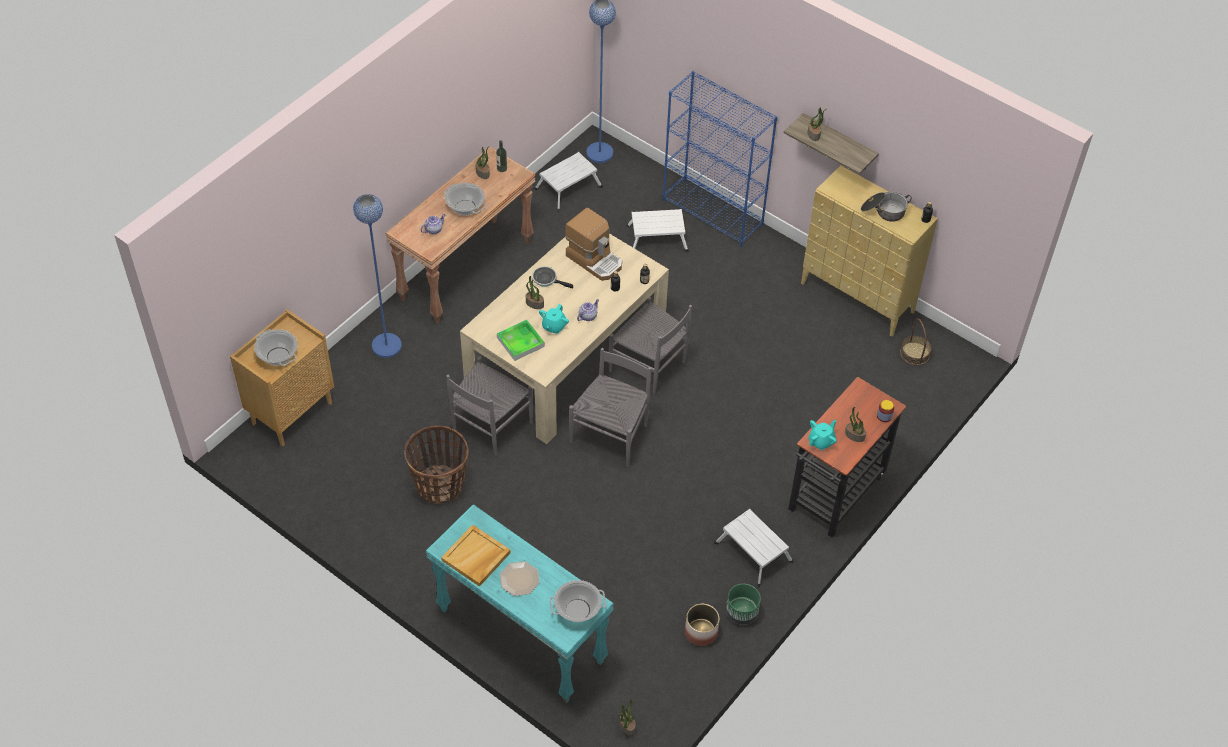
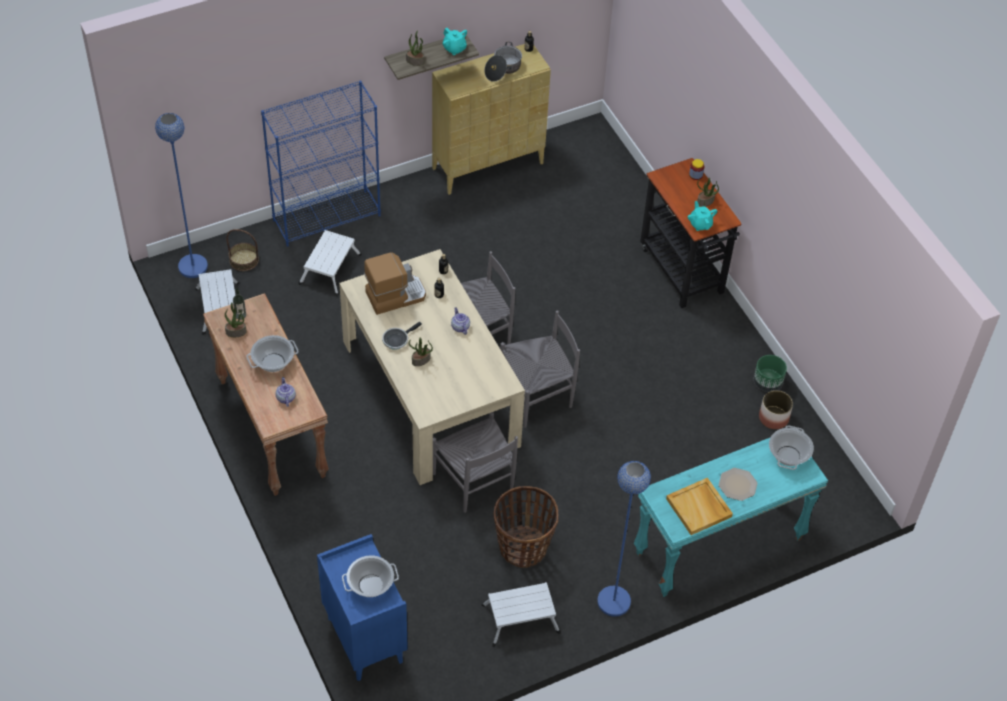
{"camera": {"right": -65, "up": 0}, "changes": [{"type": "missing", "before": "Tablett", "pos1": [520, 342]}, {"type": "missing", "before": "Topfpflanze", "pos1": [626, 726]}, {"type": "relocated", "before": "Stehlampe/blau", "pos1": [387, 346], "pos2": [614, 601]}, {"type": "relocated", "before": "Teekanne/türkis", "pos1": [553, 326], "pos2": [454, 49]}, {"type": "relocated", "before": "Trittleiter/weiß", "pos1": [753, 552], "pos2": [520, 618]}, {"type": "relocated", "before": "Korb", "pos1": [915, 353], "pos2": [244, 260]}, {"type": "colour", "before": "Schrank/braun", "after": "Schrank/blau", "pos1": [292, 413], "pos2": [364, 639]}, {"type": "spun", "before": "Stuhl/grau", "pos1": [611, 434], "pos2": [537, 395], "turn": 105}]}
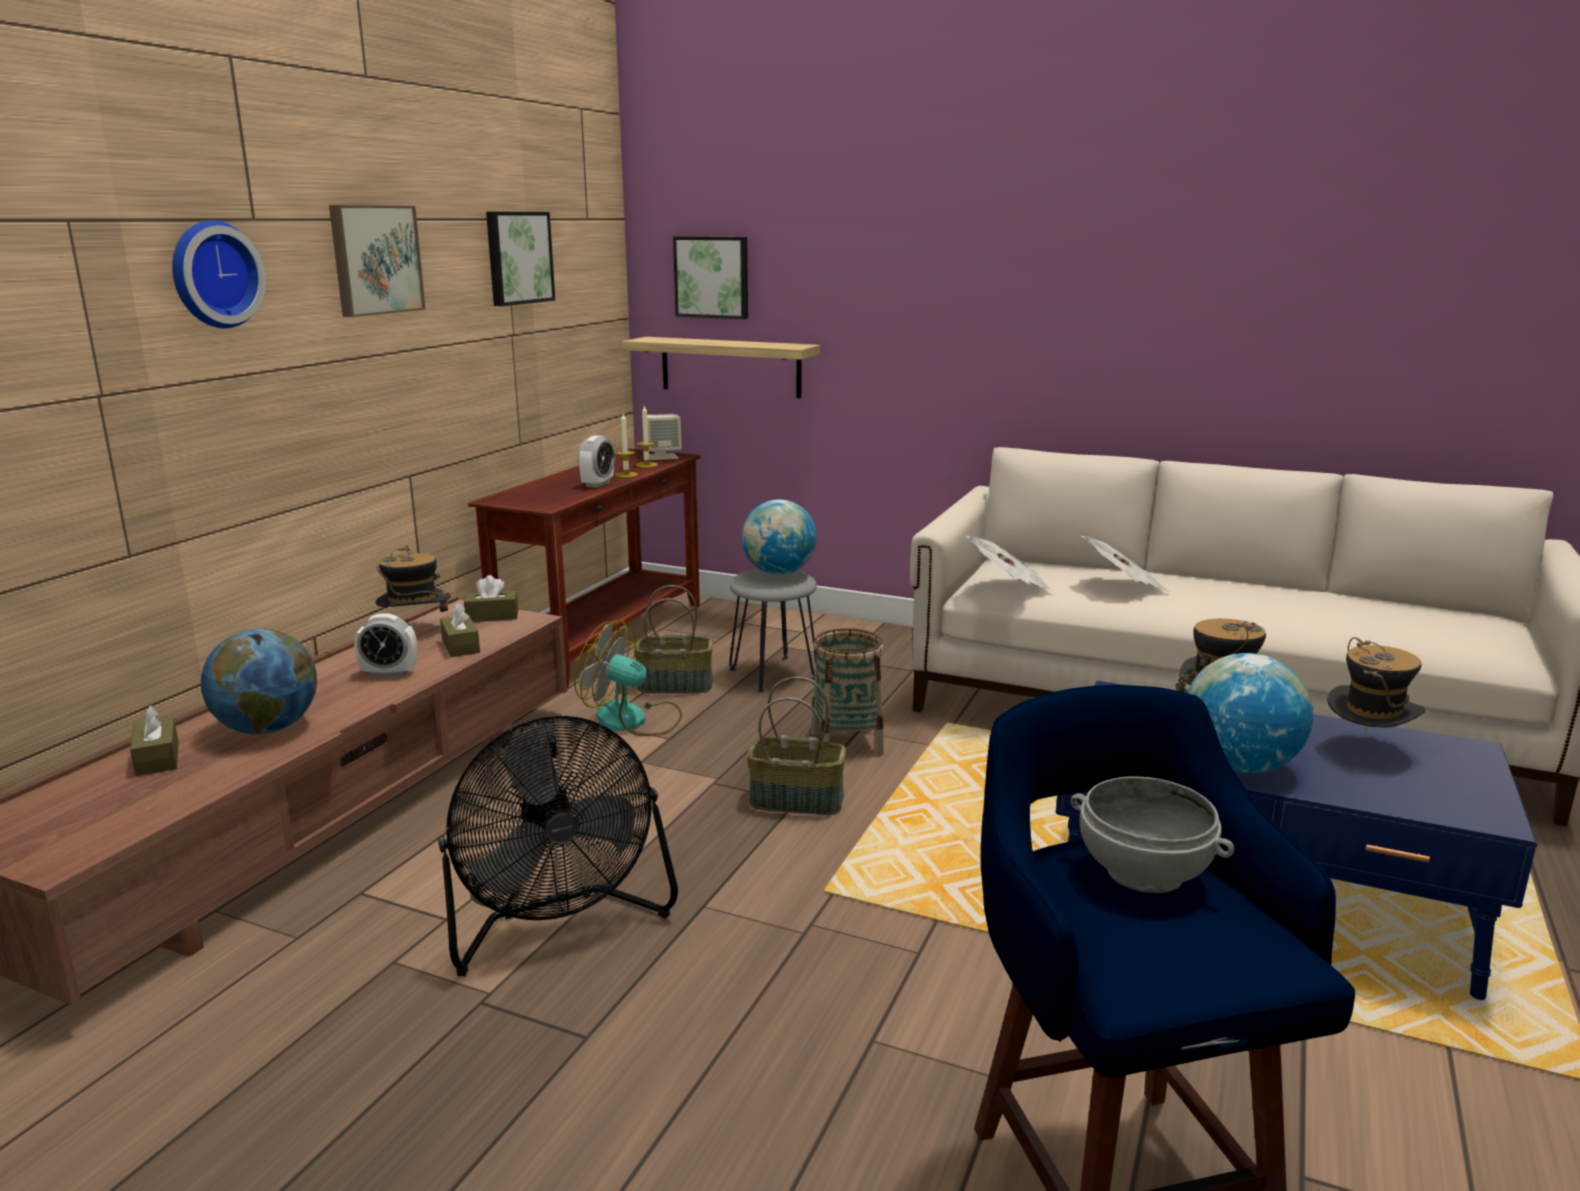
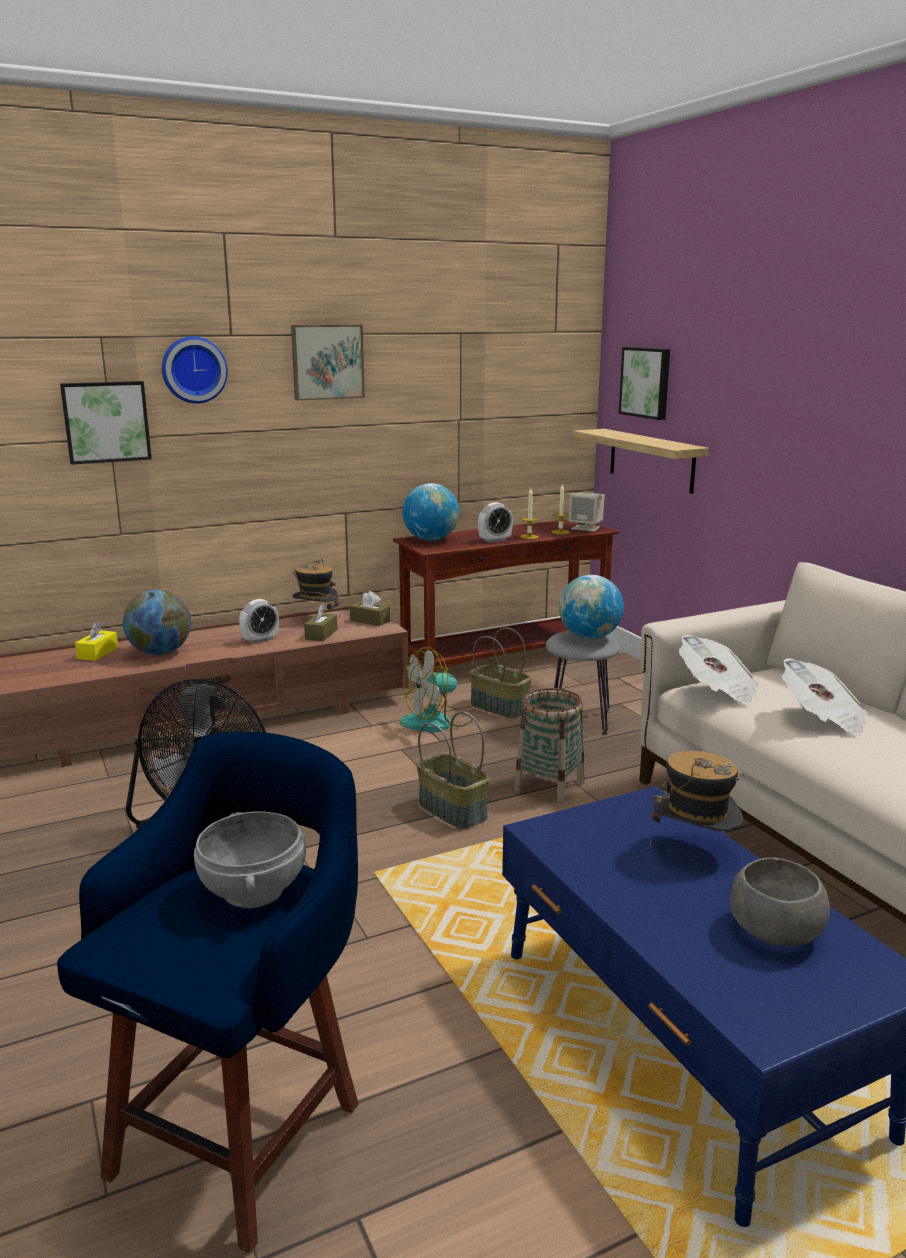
{"camera": {"right": 40, "up": 0}, "changes": [{"type": "relocated", "before": "Bild", "pos1": [517, 257], "pos2": [106, 421]}, {"type": "relocated", "before": "Globus", "pos1": [1239, 766], "pos2": [431, 540]}, {"type": "exchanged", "before": "Hut", "after": "Schüssel/grau", "pos1": [1367, 751], "pos2": [774, 930]}, {"type": "colour", "before": "Taschentuchbox/braun", "after": "Taschentuchbox/gelb", "pos1": [157, 758], "pos2": [98, 653]}, {"type": "spun", "before": "Wecker", "pos1": [389, 673], "pos2": [260, 640], "turn": -75}, {"type": "spun", "before": "Ventilator", "pos1": [633, 720], "pos2": [437, 722], "turn": -90}]}
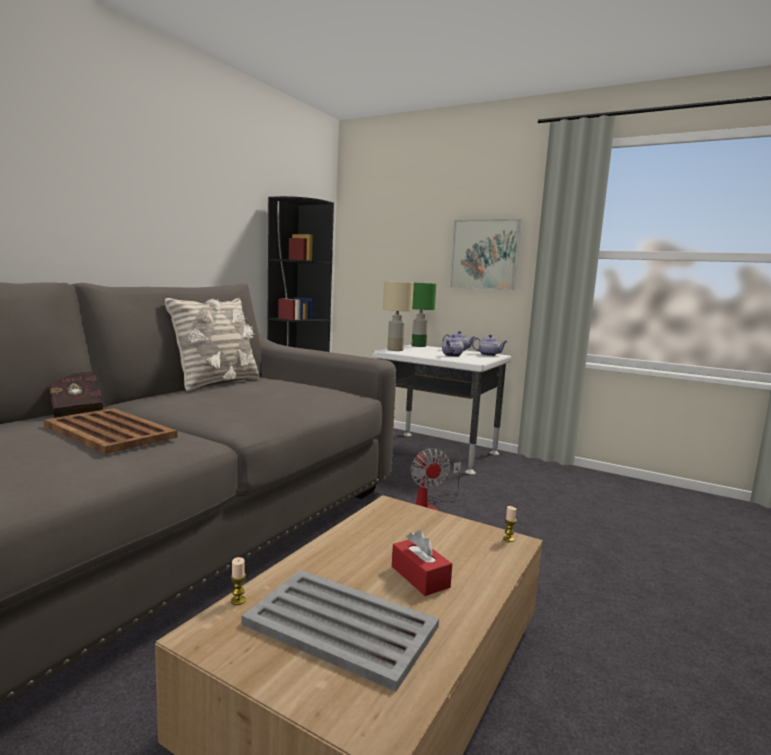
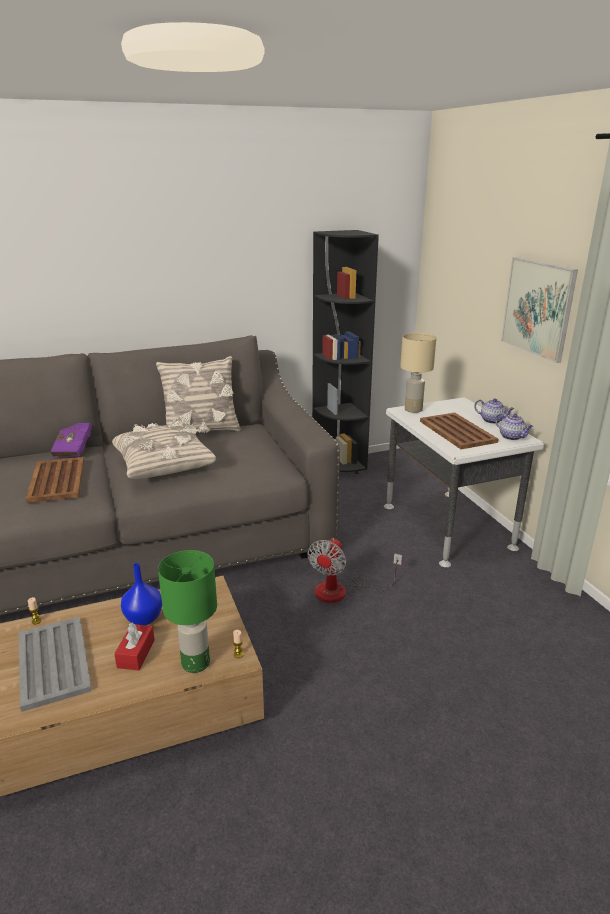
{"camera": {"right": 40, "up": 15}, "changes": [{"type": "appeared", "after": "Kissen/beige", "pos2": [164, 466]}, {"type": "appeared", "after": "Vase/blau", "pos2": [144, 618]}, {"type": "relocated", "before": "Tischlampe/grün", "pos1": [418, 346], "pos2": [195, 663]}, {"type": "exchanged", "before": "Teekanne", "after": "Tablett/braun", "pos1": [452, 355], "pos2": [457, 432]}, {"type": "colour", "before": "Buch/rot", "after": "Buch/lila", "pos1": [76, 409], "pos2": [75, 449]}]}
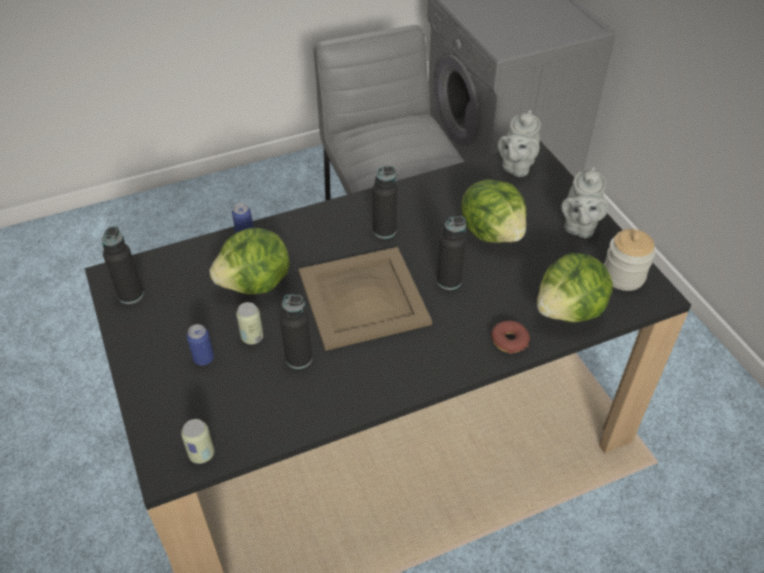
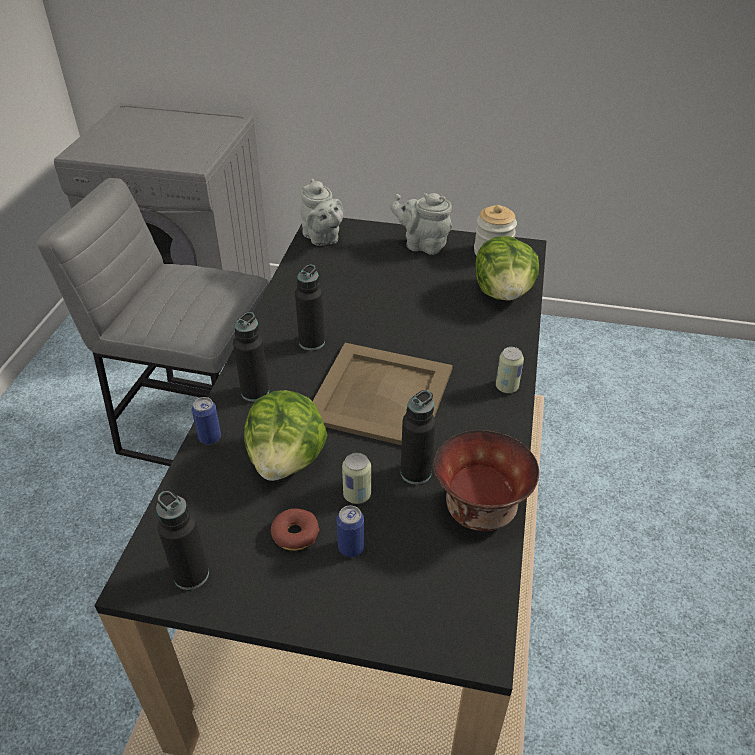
{"camera": {"right": -55, "up": -5}, "changes": [{"type": "missing", "before": "Salatkopf", "pos1": [493, 232]}, {"type": "appeared", "after": "Schüssel", "pos2": [479, 510]}, {"type": "relocated", "before": "Dose", "pos1": [201, 454], "pos2": [506, 387]}, {"type": "relocated", "before": "Flasche/schwarz", "pos1": [449, 281], "pos2": [255, 392]}, {"type": "relocated", "before": "Donut", "pos1": [509, 341], "pos2": [295, 534]}, {"type": "spun", "before": "Teekanne/grau", "pos1": [579, 226], "pos2": [422, 245], "turn": 150}]}
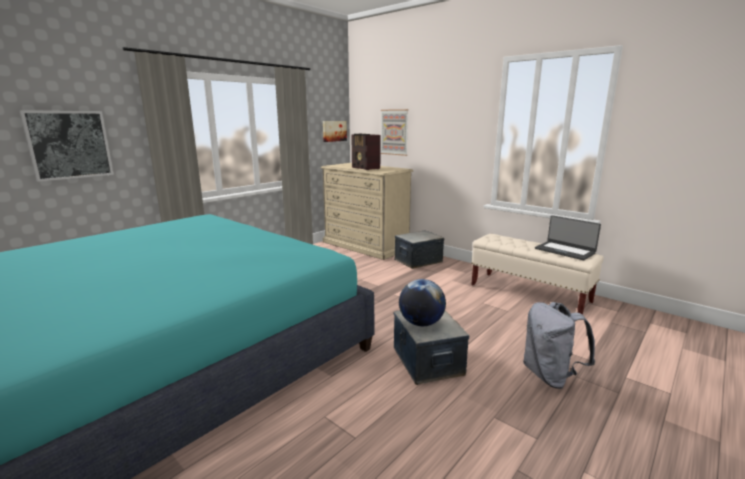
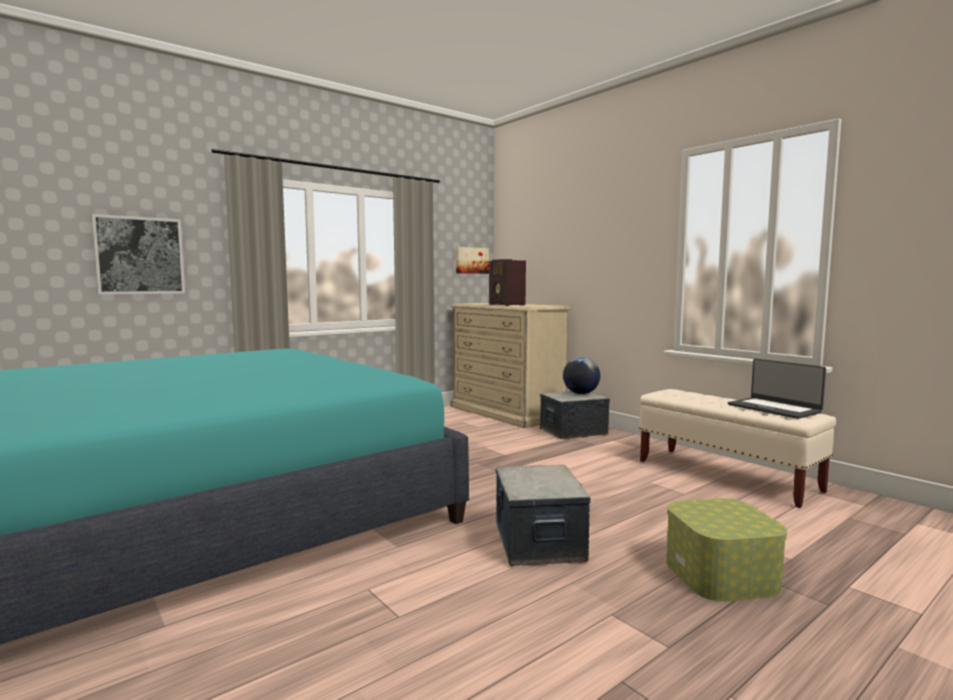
{"camera": {"right": 10, "up": -10}, "changes": [{"type": "missing", "before": "Bild", "pos1": [394, 132]}, {"type": "relocated", "before": "Globus", "pos1": [421, 323], "pos2": [581, 393]}, {"type": "exchanged", "before": "Rucksack/grau", "after": "Aufbewahrungsbox", "pos1": [550, 376], "pos2": [721, 574]}]}
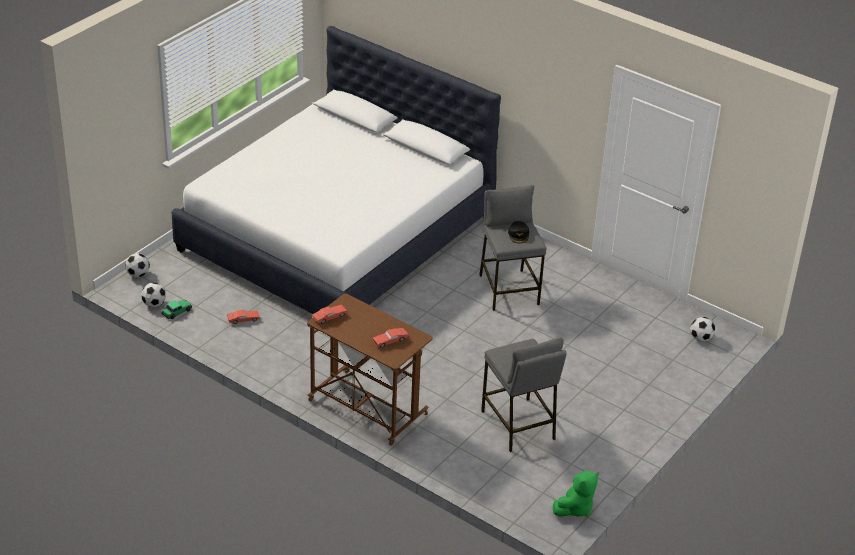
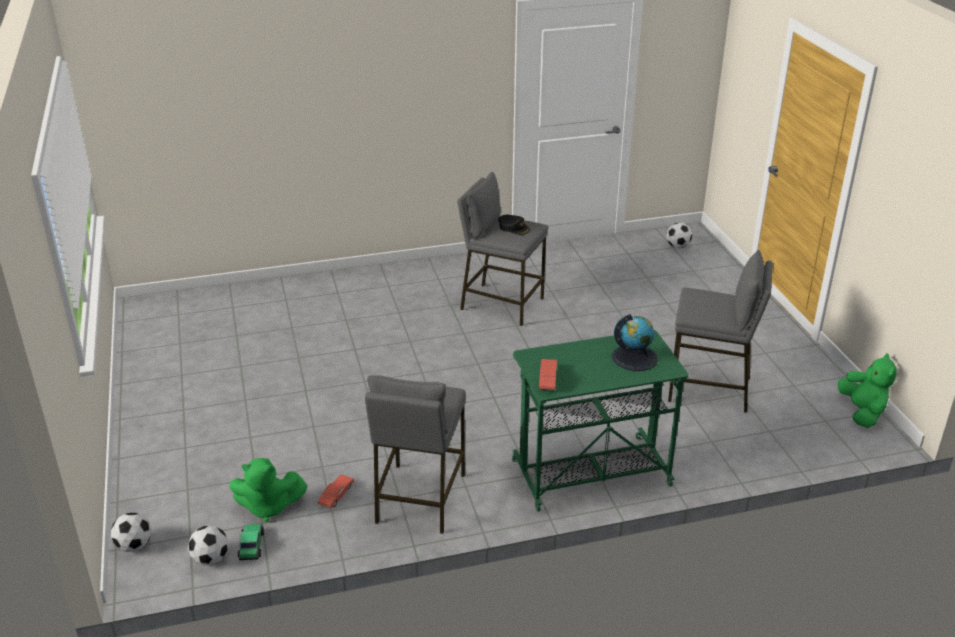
{"camera": {"right": -50, "up": -5}, "changes": [{"type": "missing", "before": "Bett/weiß", "pos1": [337, 233]}, {"type": "appeared", "after": "Plüschtier/grün", "pos2": [268, 507]}, {"type": "appeared", "after": "Hocker/grau", "pos2": [419, 498]}, {"type": "exchanged", "before": "Spielzeugauto/rot", "after": "Globus", "pos1": [390, 341], "pos2": [634, 357]}, {"type": "colour", "before": "Schreibtisch/braun", "after": "Schreibtisch/grün", "pos1": [367, 407], "pos2": [591, 473]}]}
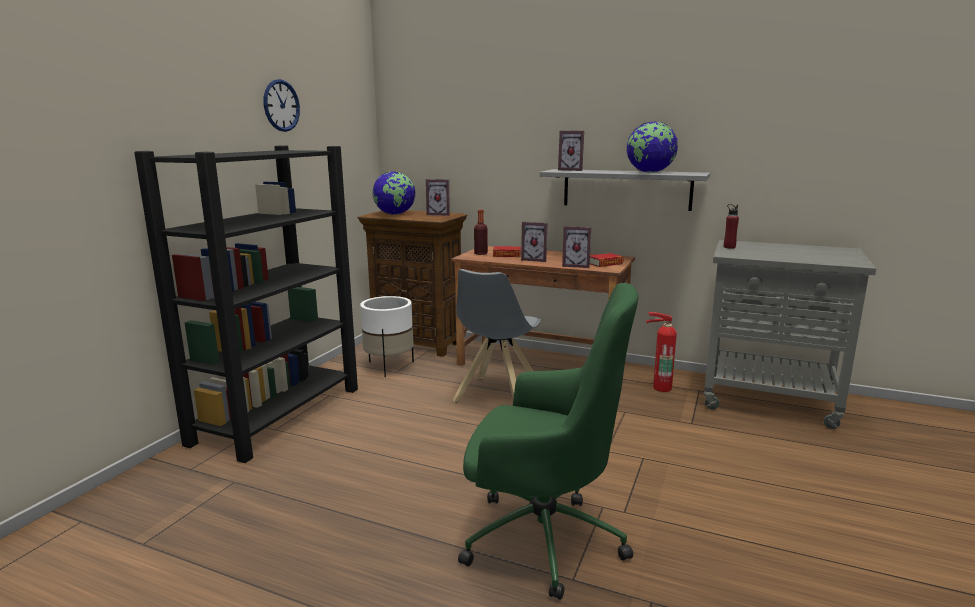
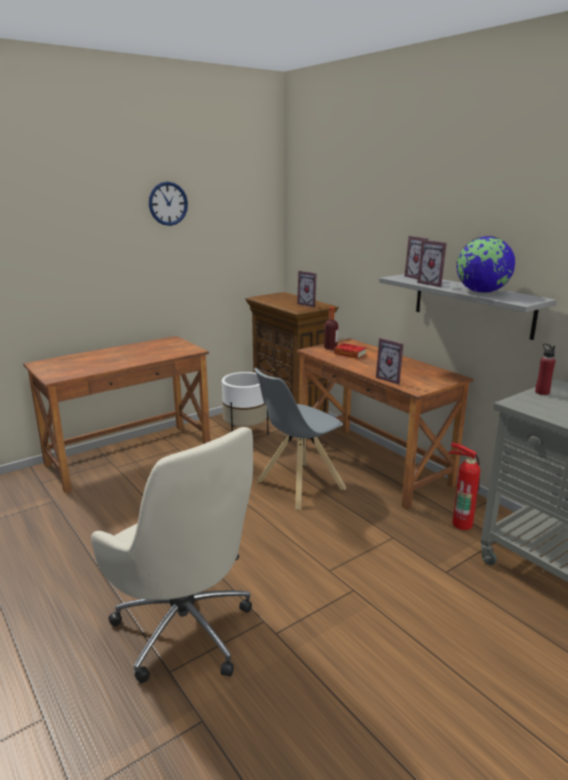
{"camera": {"right": 30, "up": 5}, "changes": [{"type": "missing", "before": "Globus", "pos1": [395, 214]}, {"type": "missing", "before": "Buch", "pos1": [605, 263]}, {"type": "relocated", "before": "Bilderrahmen", "pos1": [535, 259], "pos2": [433, 284]}, {"type": "exchanged", "before": "Bücherregal/schwarz", "after": "Schreibtisch/braun", "pos1": [278, 415], "pos2": [129, 456]}, {"type": "colour", "before": "Bürostuhl/grün", "after": "Bürostuhl/beige", "pos1": [544, 541], "pos2": [185, 630]}]}
